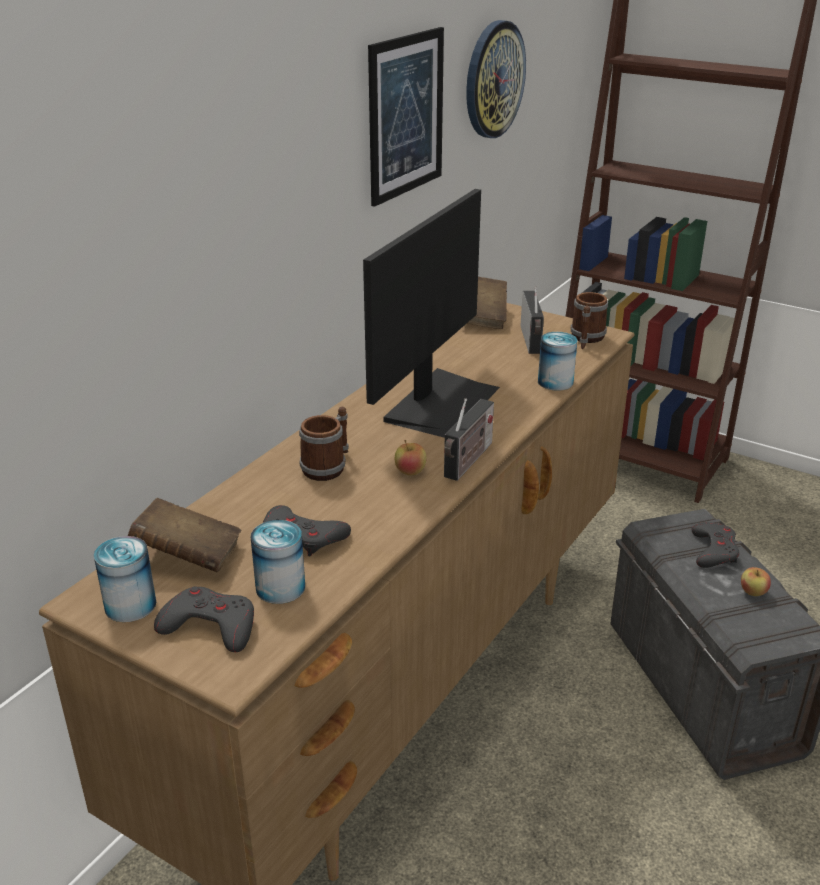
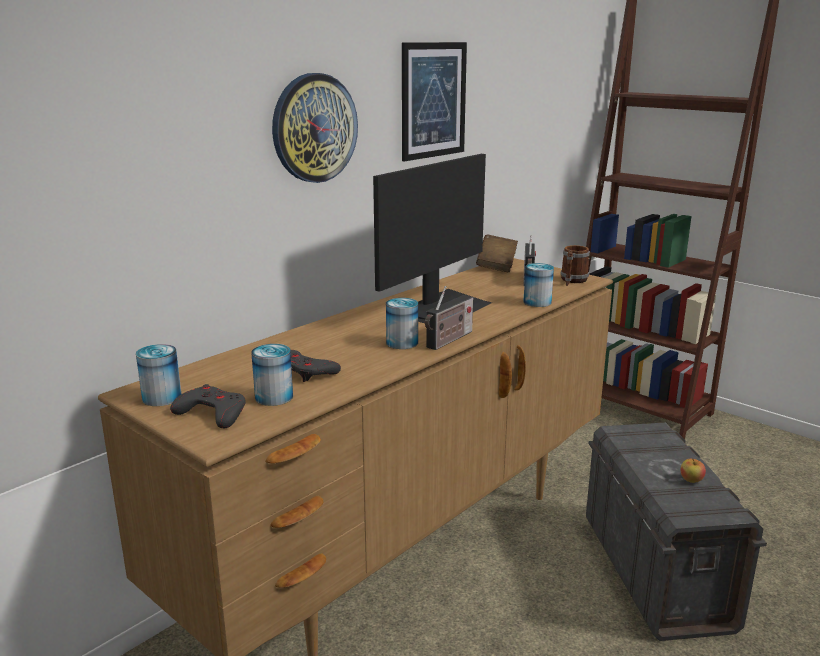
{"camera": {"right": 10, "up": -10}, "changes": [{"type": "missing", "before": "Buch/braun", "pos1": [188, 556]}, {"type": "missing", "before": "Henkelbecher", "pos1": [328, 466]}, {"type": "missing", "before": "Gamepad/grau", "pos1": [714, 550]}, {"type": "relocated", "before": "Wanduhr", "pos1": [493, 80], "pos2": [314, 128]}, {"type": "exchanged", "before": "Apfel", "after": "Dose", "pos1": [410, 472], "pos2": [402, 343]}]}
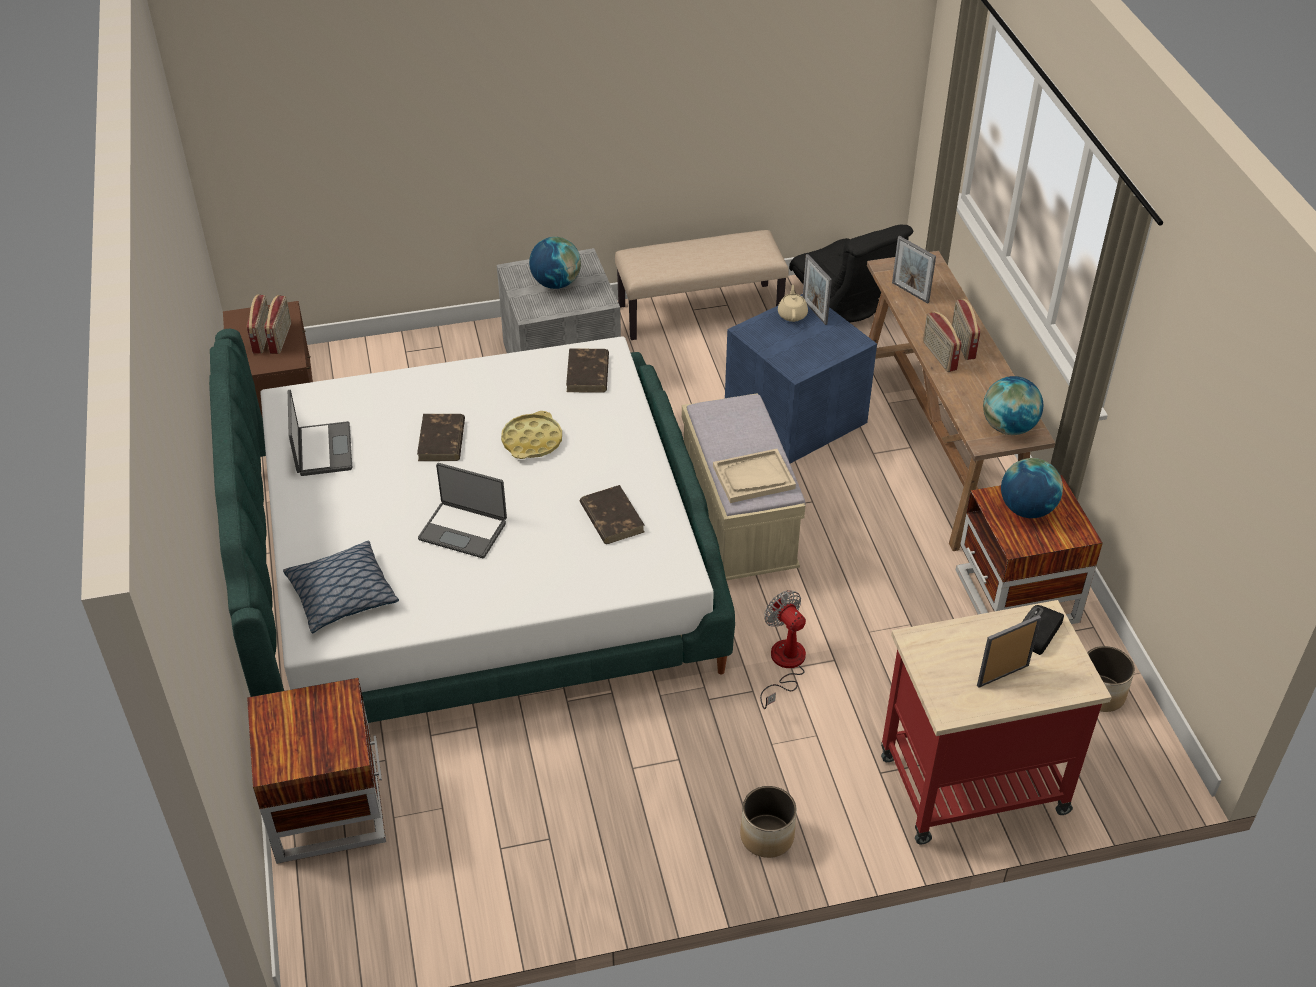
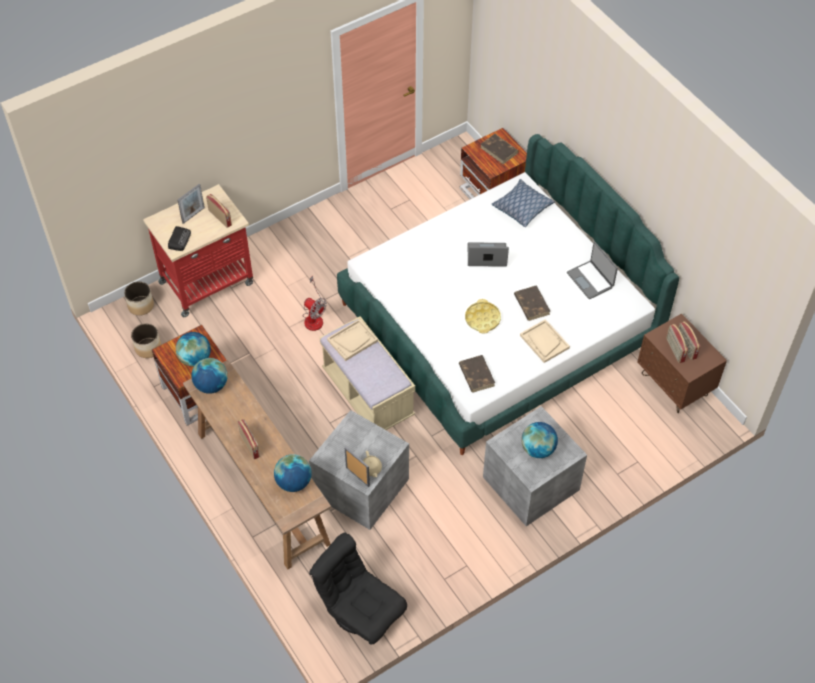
{"camera": {"right": 160, "up": 10}, "changes": [{"type": "missing", "before": "Bank/beige", "pos1": [700, 311]}, {"type": "appeared", "after": "Tablett/beige", "pos2": [544, 342]}, {"type": "relocated", "before": "Buch/braun", "pos1": [611, 517], "pos2": [499, 150]}, {"type": "relocated", "before": "Pflanzkübel", "pos1": [766, 836], "pos2": [141, 305]}, {"type": "relocated", "before": "Radio", "pos1": [938, 356], "pos2": [220, 217]}, {"type": "exchanged", "before": "Bilderrahmen", "after": "Globus", "pos1": [910, 292], "pos2": [293, 482]}, {"type": "colour", "before": "Aufbewahrungsbox/blau", "after": "Aufbewahrungsbox/grau", "pos1": [797, 415], "pos2": [359, 487]}]}
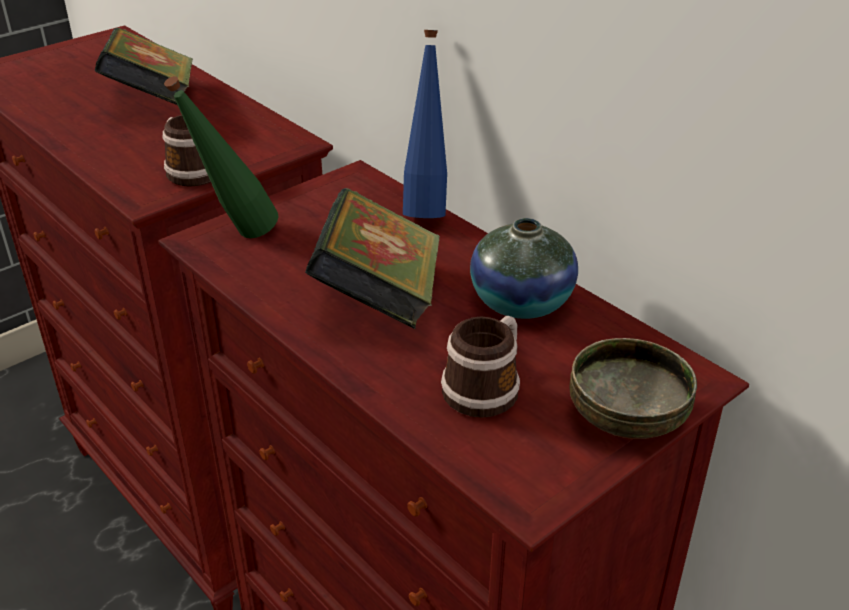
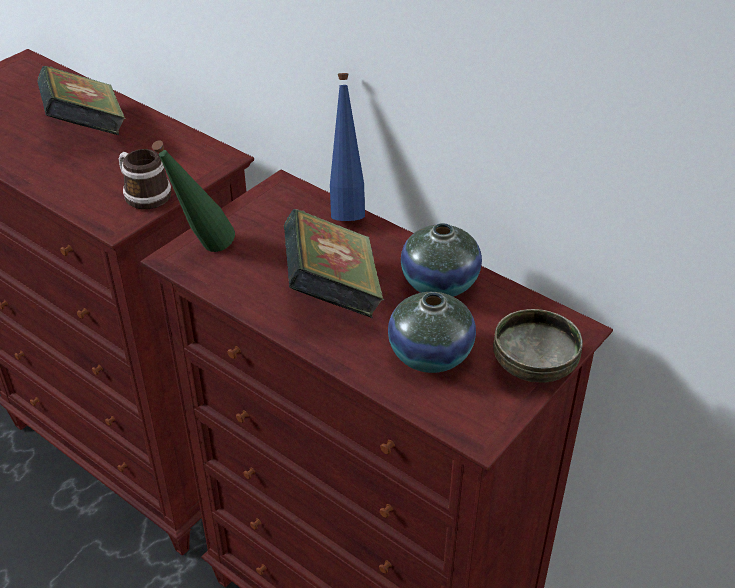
{"camera": {"right": -10, "up": 5}, "changes": [{"type": "exchanged", "before": "Henkelbecher", "after": "Vase", "pos1": [486, 387], "pos2": [430, 355]}]}
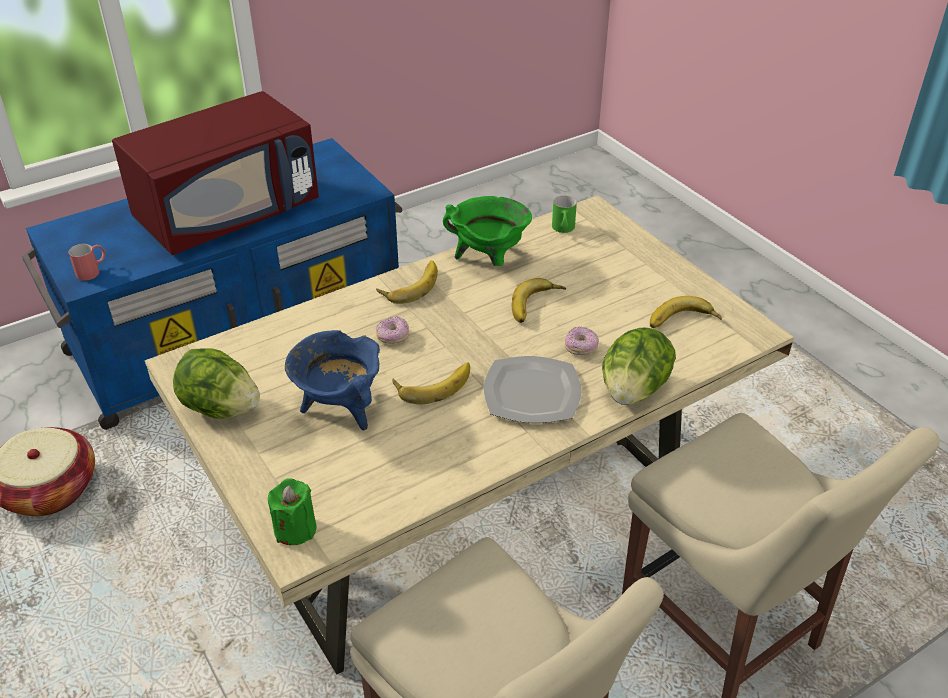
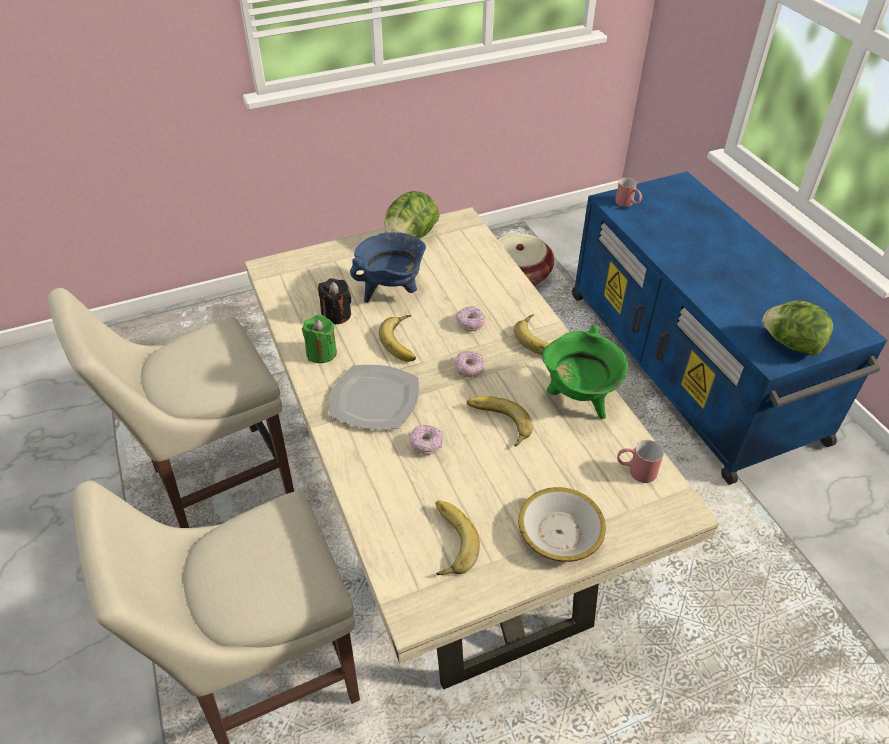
{"camera": {"right": 100, "up": 5}, "changes": [{"type": "missing", "before": "Mikrowelle/rot", "pos1": [228, 213]}, {"type": "appeared", "after": "Kerze/schwarz", "pos2": [336, 315]}, {"type": "appeared", "after": "Donut", "pos2": [469, 369]}, {"type": "appeared", "after": "Schüssel", "pos2": [559, 532]}, {"type": "relocated", "before": "Kerze/grün", "pos1": [295, 529], "pos2": [321, 353]}, {"type": "relocated", "before": "Salatkopf", "pos1": [633, 390], "pos2": [790, 344]}, {"type": "colour", "before": "Henkelbecher/grün", "after": "Henkelbecher/rot", "pos1": [563, 230], "pos2": [635, 471]}]}
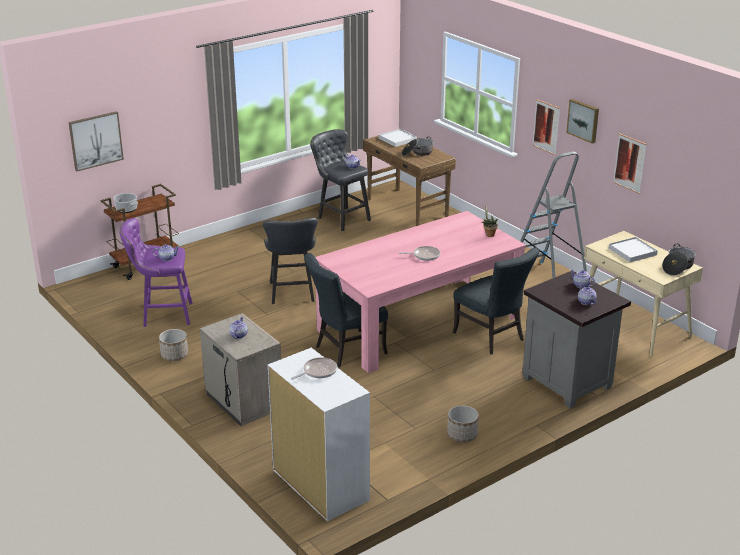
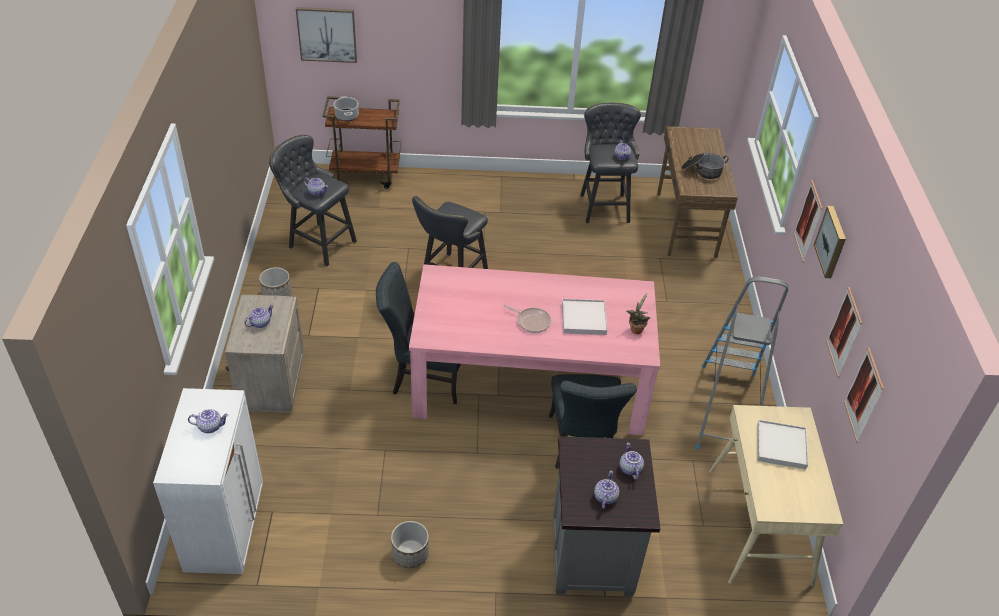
{"camera": {"right": 35, "up": 15}, "changes": [{"type": "missing", "before": "Kochtopf", "pos1": [677, 267]}, {"type": "appeared", "after": "Bild", "pos2": [863, 395]}, {"type": "relocated", "before": "Tablett/weiß", "pos1": [397, 139], "pos2": [584, 318]}, {"type": "exchanged", "before": "Pfanne", "after": "Teekanne", "pos1": [318, 371], "pos2": [210, 426]}, {"type": "colour", "before": "Hocker/lila", "after": "Hocker/grau", "pos1": [160, 314], "pos2": [316, 241]}]}
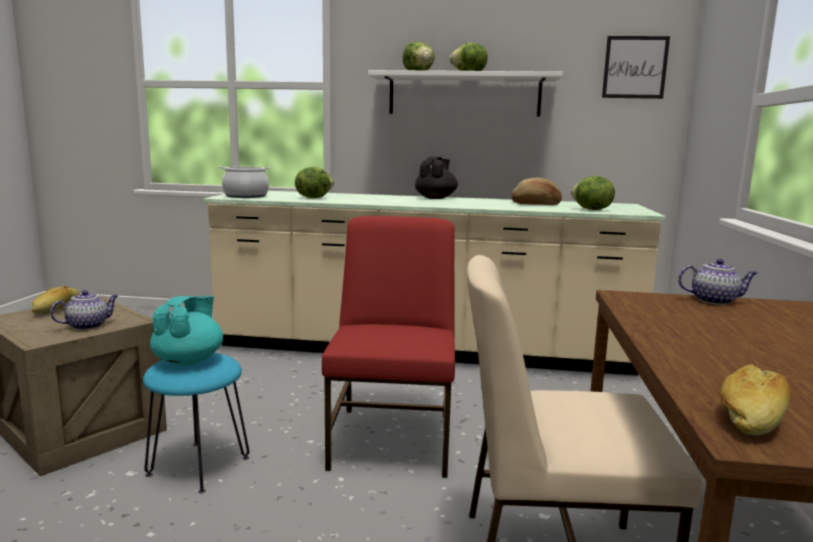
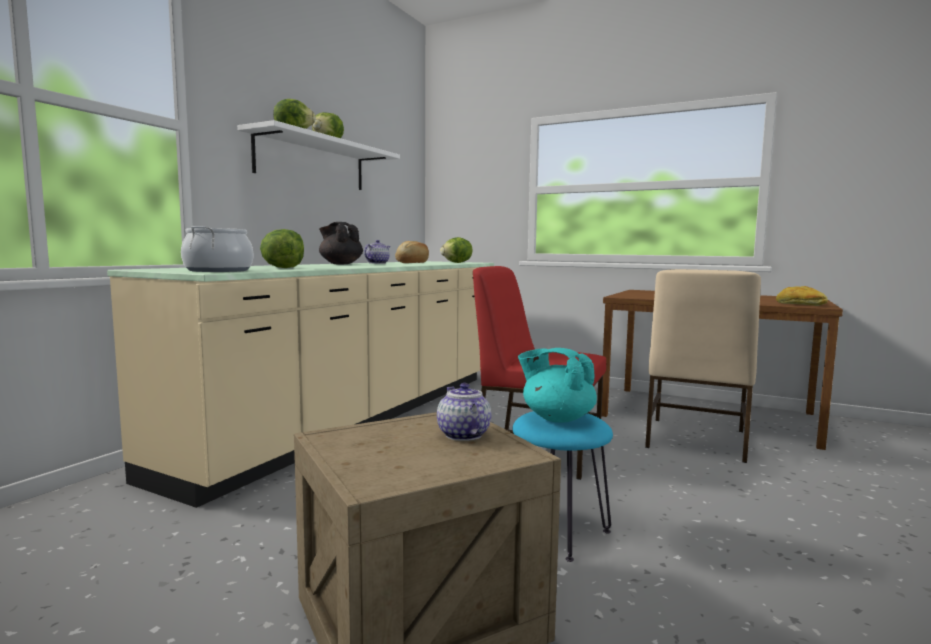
{"camera": {"right": -70, "up": -5}, "changes": [{"type": "missing", "before": "Brot", "pos1": [57, 309]}, {"type": "missing", "before": "Bild", "pos1": [635, 67]}, {"type": "relocated", "before": "Teekanne", "pos1": [714, 300], "pos2": [377, 263]}]}
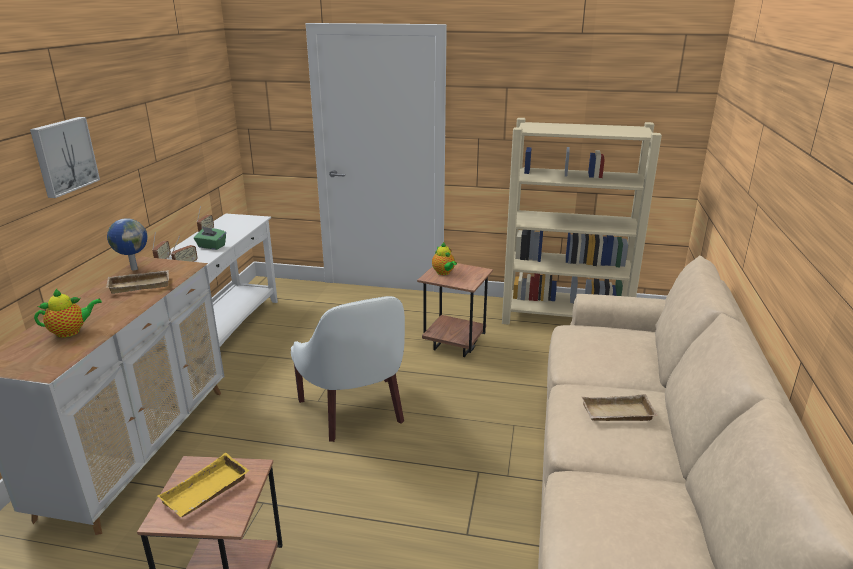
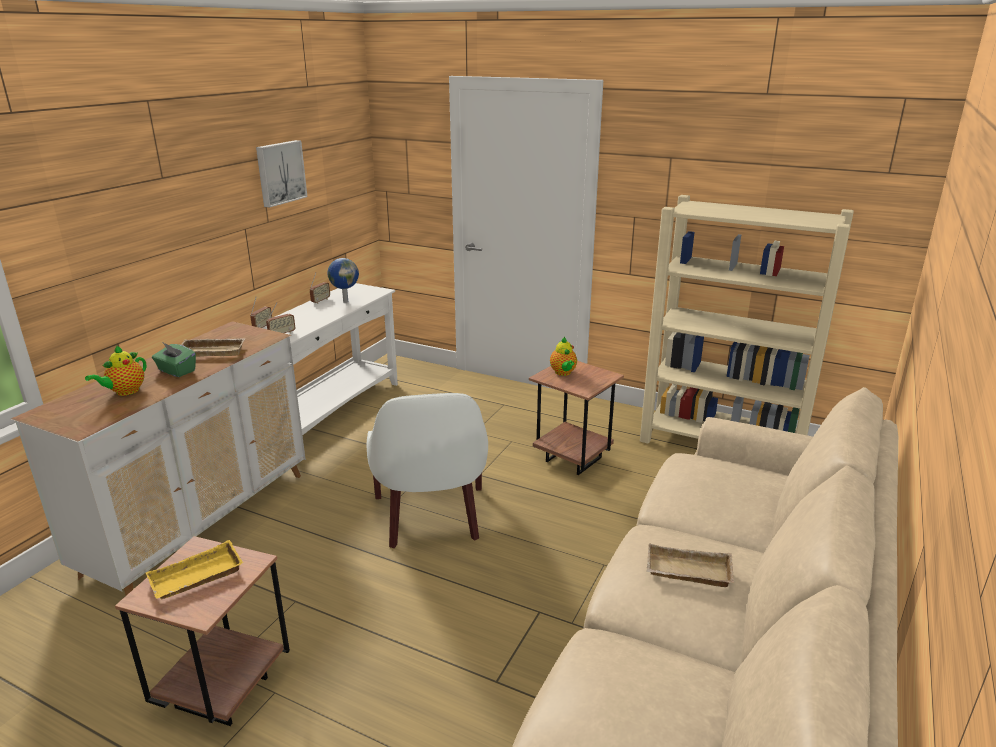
{"camera": {"right": 15, "up": 0}, "changes": [{"type": "relocated", "before": "Bild", "pos1": [63, 156], "pos2": [280, 173]}, {"type": "relocated", "before": "Globus", "pos1": [134, 269], "pos2": [345, 301]}, {"type": "relocated", "before": "Taschentuchbox/grün", "pos1": [211, 246], "pos2": [176, 371]}, {"type": "spun", "before": "Teekanne", "pos1": [71, 332], "pos2": [125, 392], "turn": 135}]}
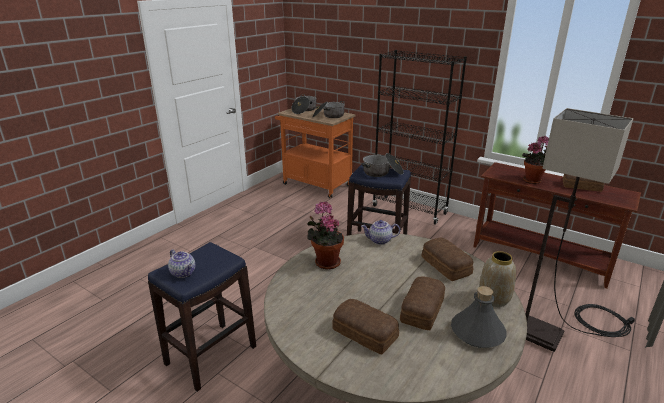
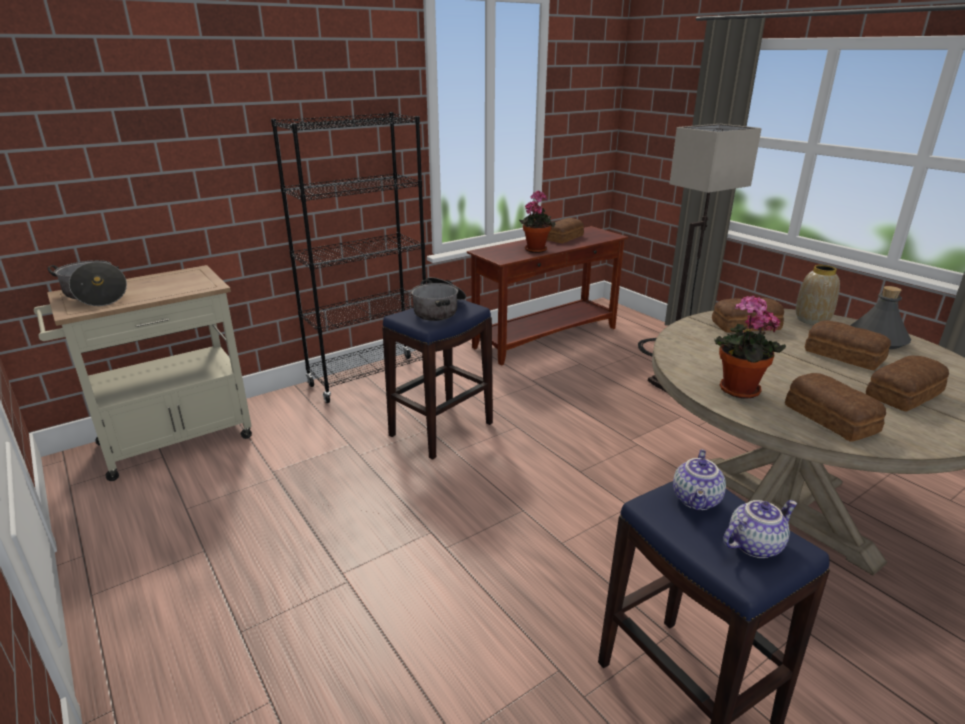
{"camera": {"right": -70, "up": 0}, "changes": [{"type": "missing", "before": "Kochtopf", "pos1": [328, 116]}, {"type": "appeared", "after": "Brot", "pos2": [830, 417]}, {"type": "relocated", "before": "Teekanne", "pos1": [380, 241], "pos2": [697, 500]}, {"type": "colour", "before": "Rollwagen/orange", "after": "Rollwagen/beige", "pos1": [315, 184], "pos2": [171, 442]}]}
